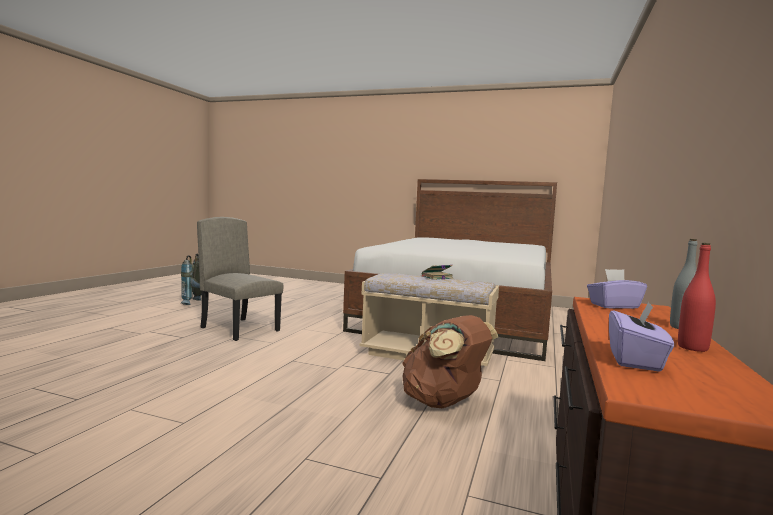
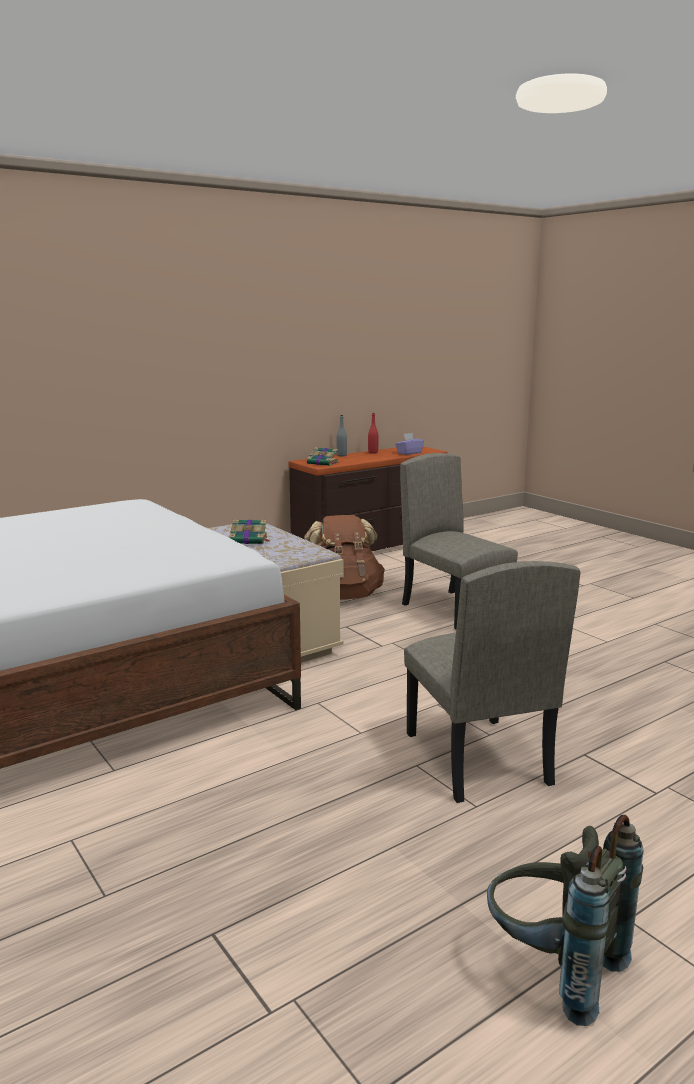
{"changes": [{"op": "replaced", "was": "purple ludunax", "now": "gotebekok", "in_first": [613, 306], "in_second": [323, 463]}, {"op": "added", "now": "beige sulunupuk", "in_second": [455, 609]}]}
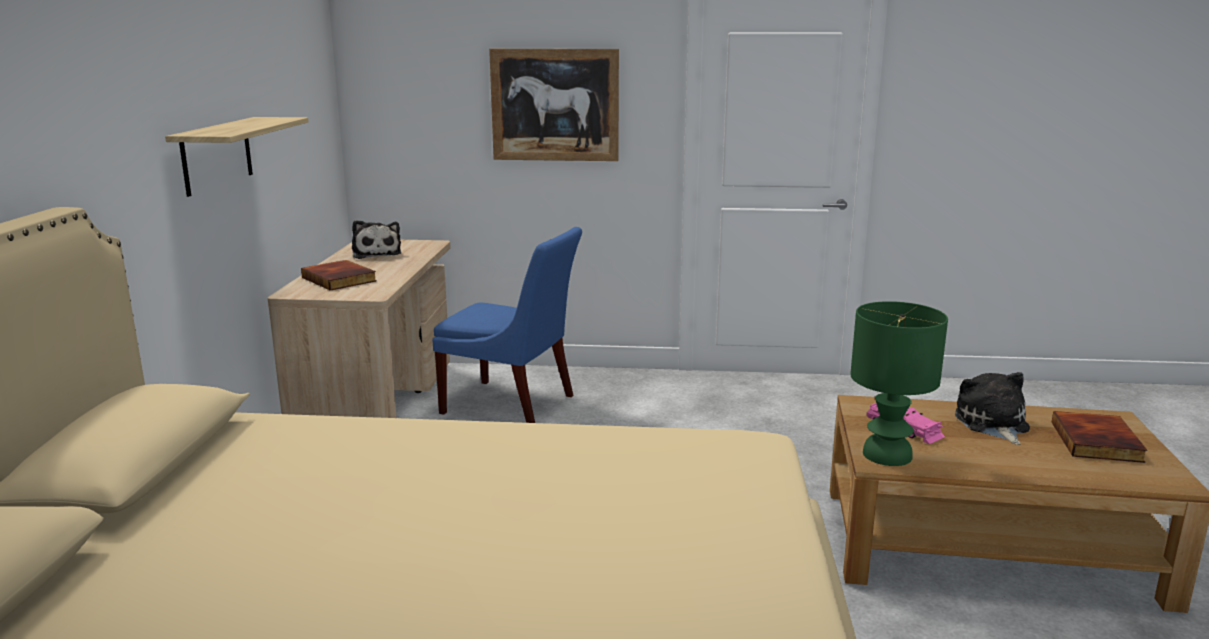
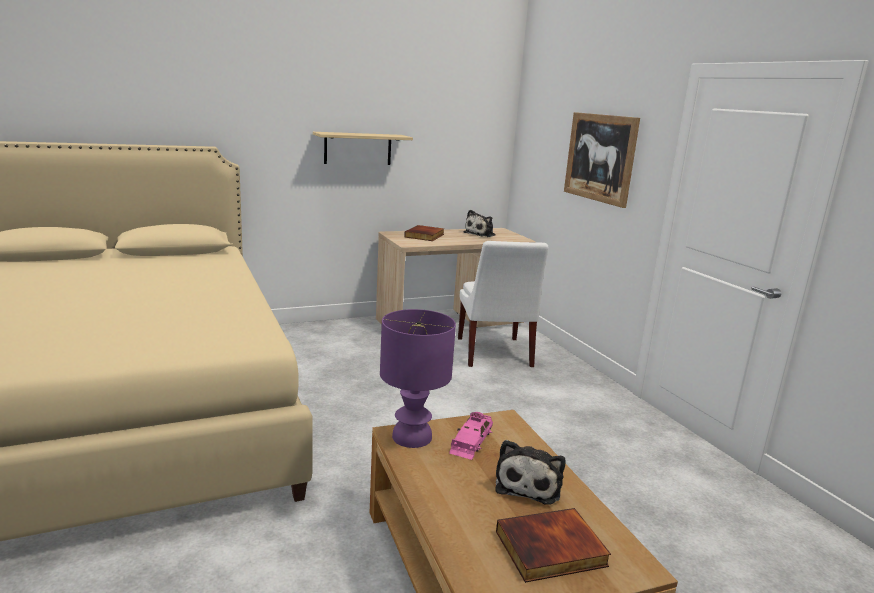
{"changes": [{"op": "recoloured", "was": "blue sulunupuk", "now": "white sulunupuk", "in_first": [513, 406], "in_second": [494, 353]}, {"op": "recoloured", "was": "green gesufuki", "now": "purple gesufuki", "in_first": [885, 455], "in_second": [411, 436]}, {"op": "turned", "was": "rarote", "in_first": [992, 424], "in_second": [529, 484], "clockwise": 135}]}
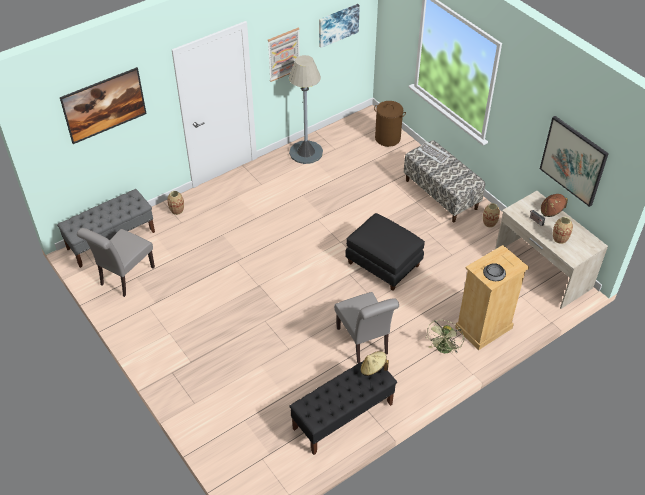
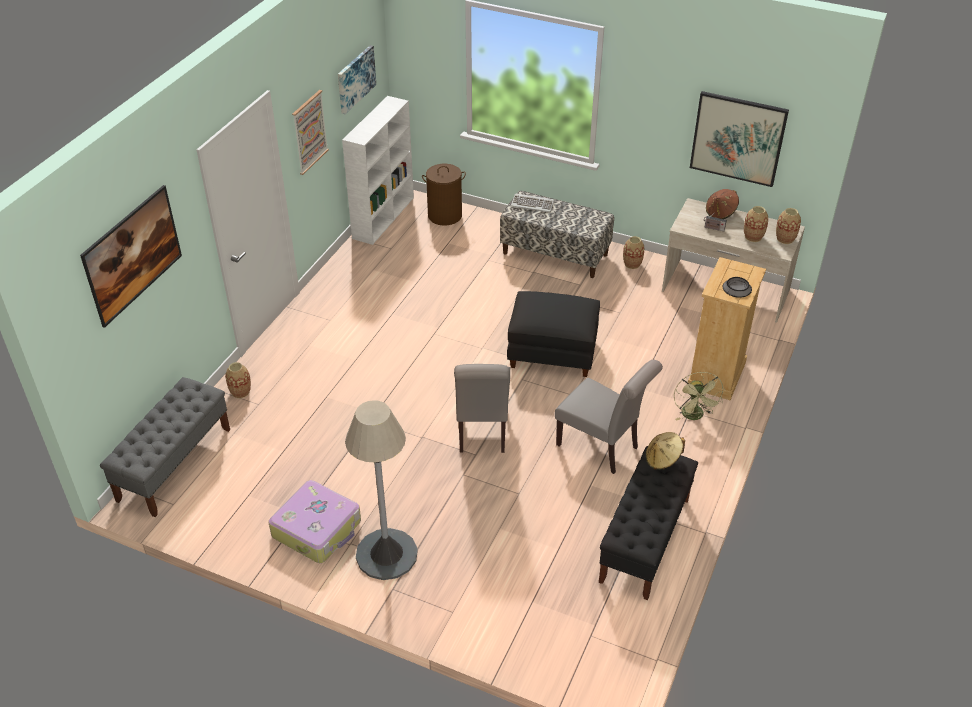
{"changes": [{"op": "moved", "was": "grey sulunupuk", "in_first": [124, 278], "in_second": [482, 432]}, {"op": "moved", "was": "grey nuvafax", "in_first": [306, 152], "in_second": [387, 554]}, {"op": "added", "now": "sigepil", "in_second": [318, 529]}, {"op": "added", "now": "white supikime", "in_second": [384, 217]}, {"op": "added", "now": "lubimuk", "in_second": [785, 239]}]}
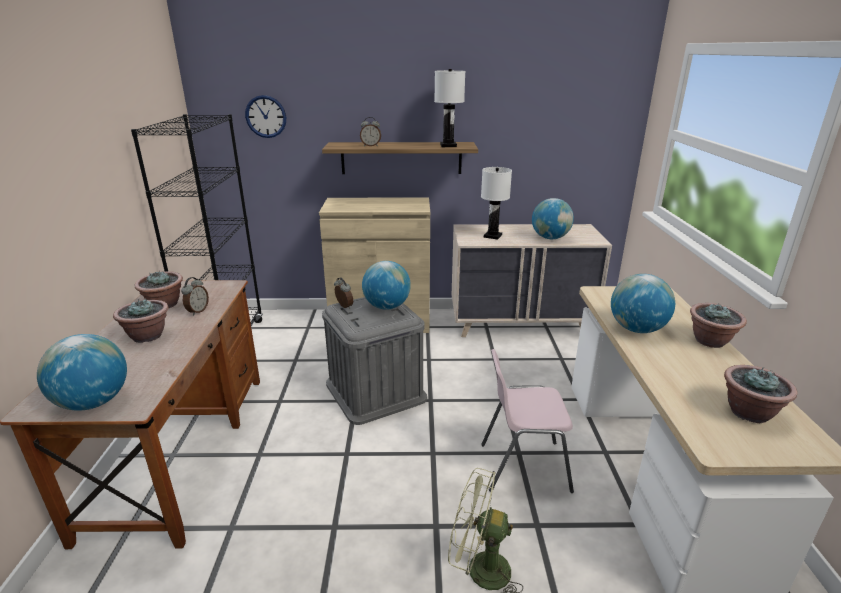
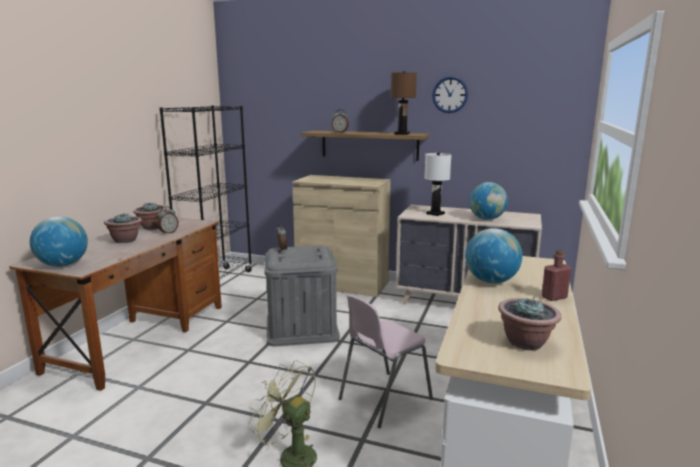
{"changes": [{"op": "moved", "was": "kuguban", "in_first": [266, 116], "in_second": [450, 95]}, {"op": "removed", "was": "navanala", "in_first": [386, 307]}, {"op": "recoloured", "was": "white gesufuki", "now": "brown gesufuki", "in_first": [448, 145], "in_second": [401, 134]}, {"op": "turned", "was": "pink sulunupuk", "in_first": [523, 466], "in_second": [383, 399], "clockwise": -60}, {"op": "replaced", "was": "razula", "now": "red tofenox", "in_first": [710, 341], "in_second": [554, 297]}]}
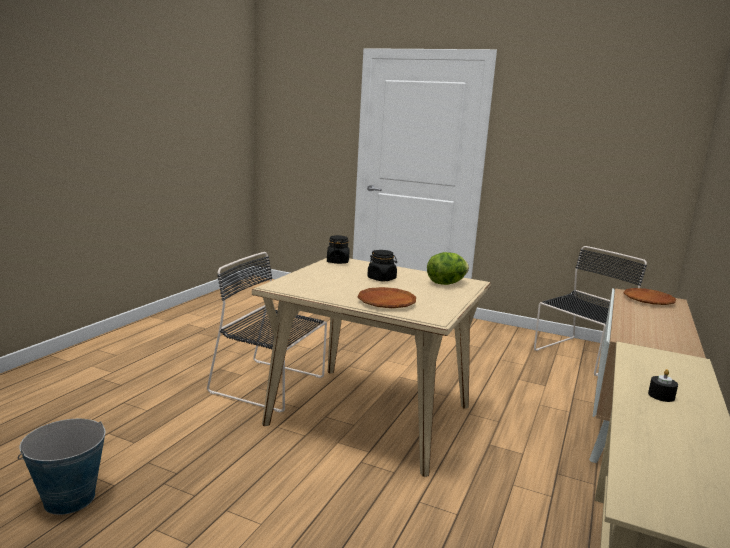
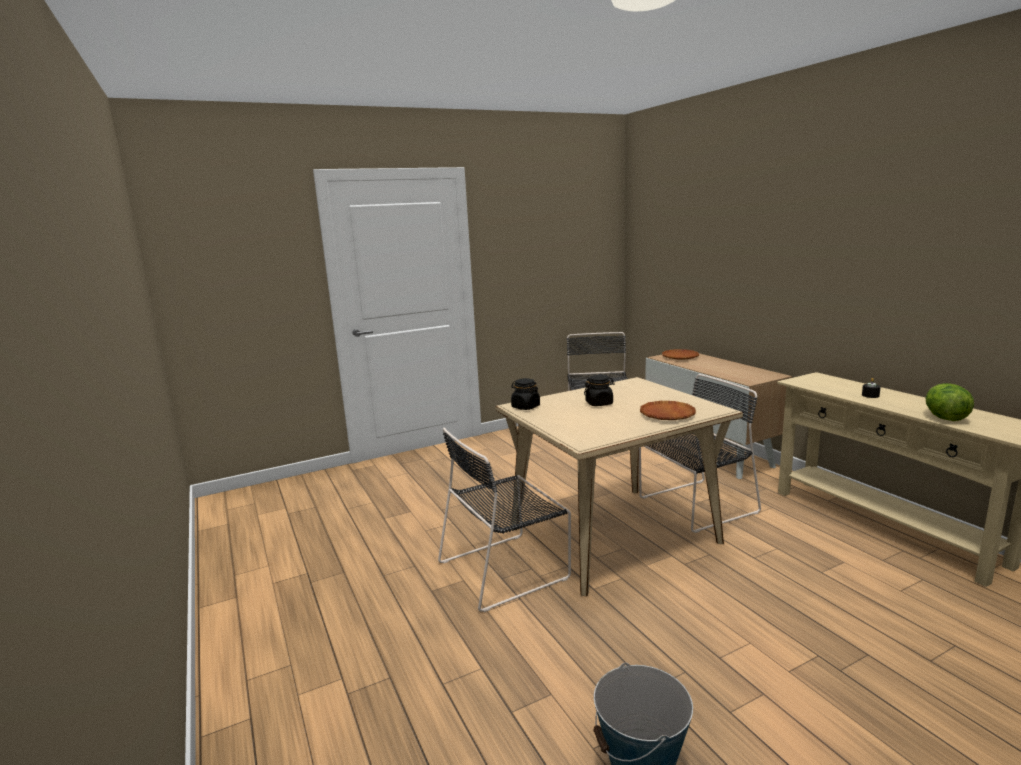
{"changes": [{"op": "moved", "was": "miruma", "in_first": [446, 283], "in_second": [944, 418]}, {"op": "added", "now": "black sulunupuk", "in_second": [694, 506]}]}
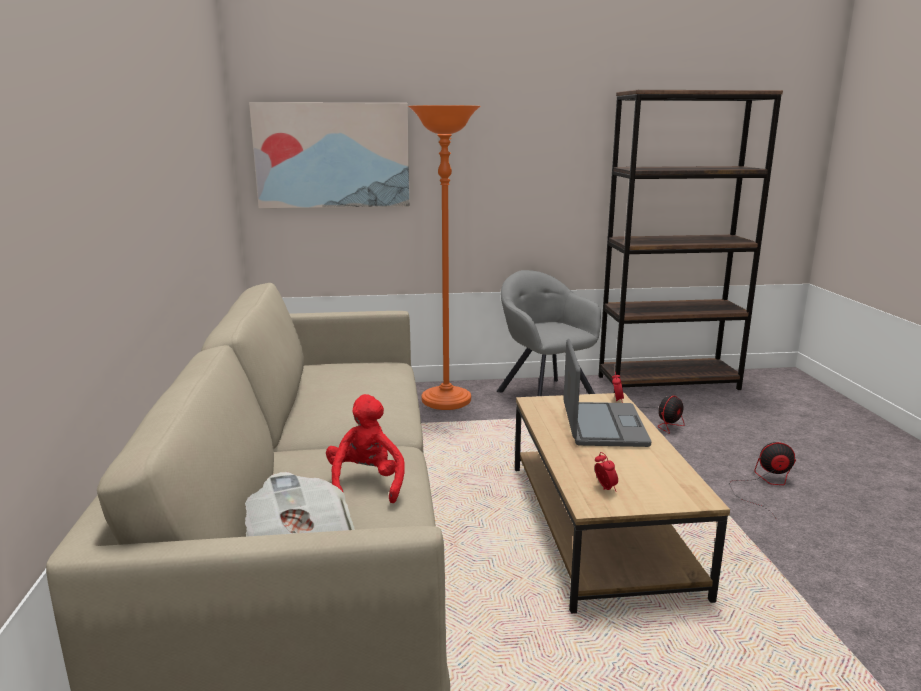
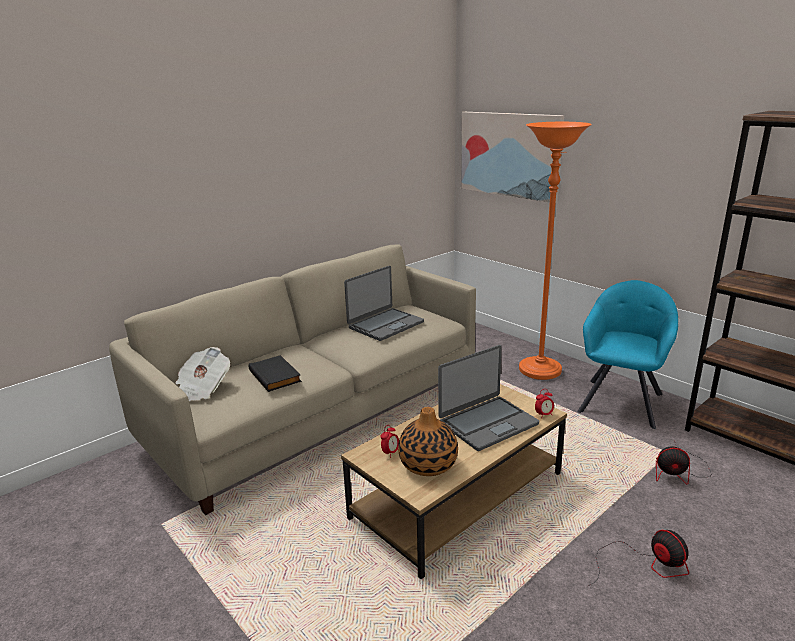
{"changes": [{"op": "replaced", "was": "red rarote", "now": "black gotebekok", "in_first": [366, 483], "in_second": [276, 376]}, {"op": "recoloured", "was": "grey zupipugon", "now": "turquoise zupipugon", "in_first": [544, 395], "in_second": [621, 400]}, {"op": "added", "now": "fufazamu", "in_second": [385, 325]}, {"op": "added", "now": "lubimuk", "in_second": [428, 464]}]}
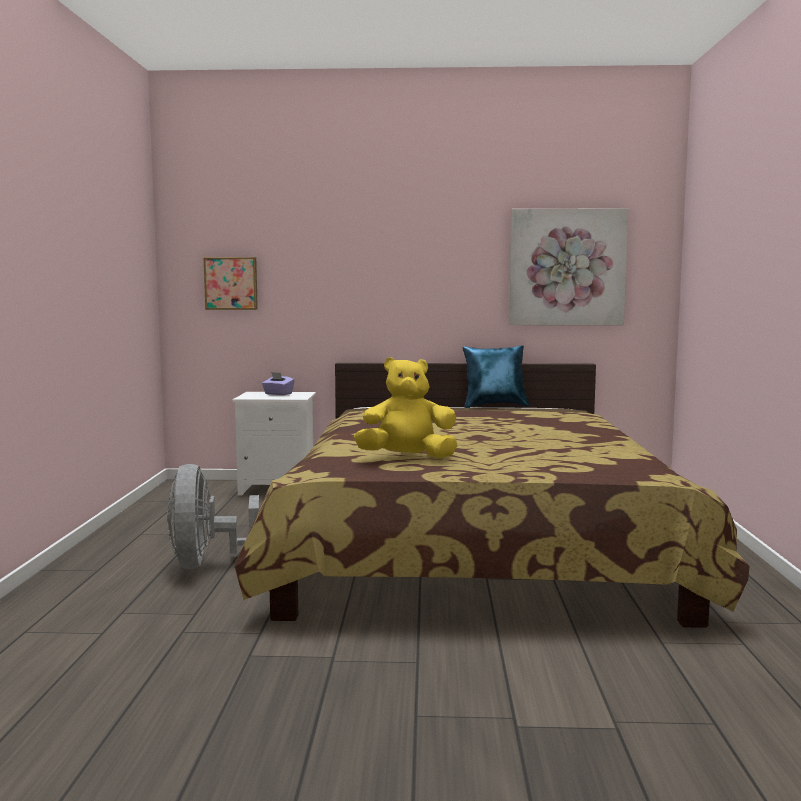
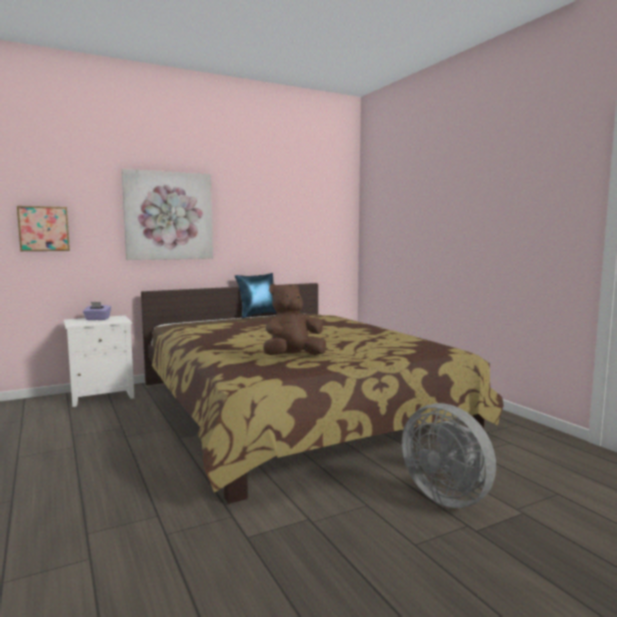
{"changes": [{"op": "moved", "was": "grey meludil", "in_first": [206, 563], "in_second": [448, 496]}, {"op": "recoloured", "was": "yellow rarote", "now": "brown rarote", "in_first": [407, 458], "in_second": [293, 357]}, {"op": "moved", "was": "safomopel", "in_first": [567, 267], "in_second": [169, 216]}]}
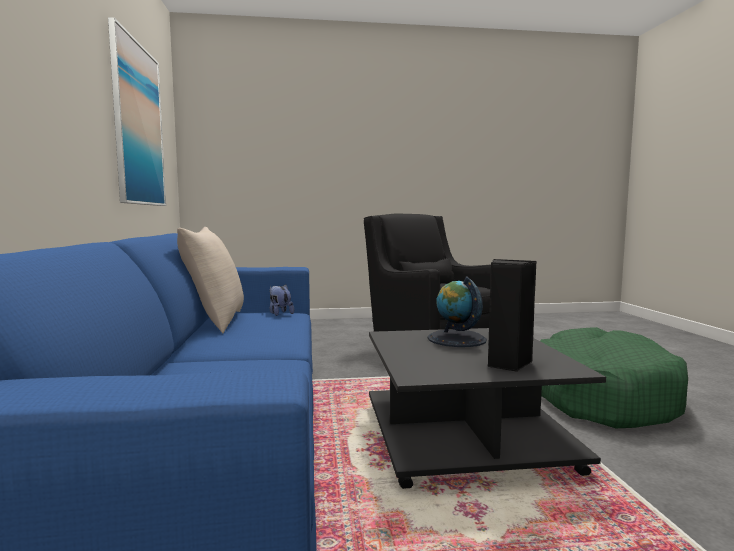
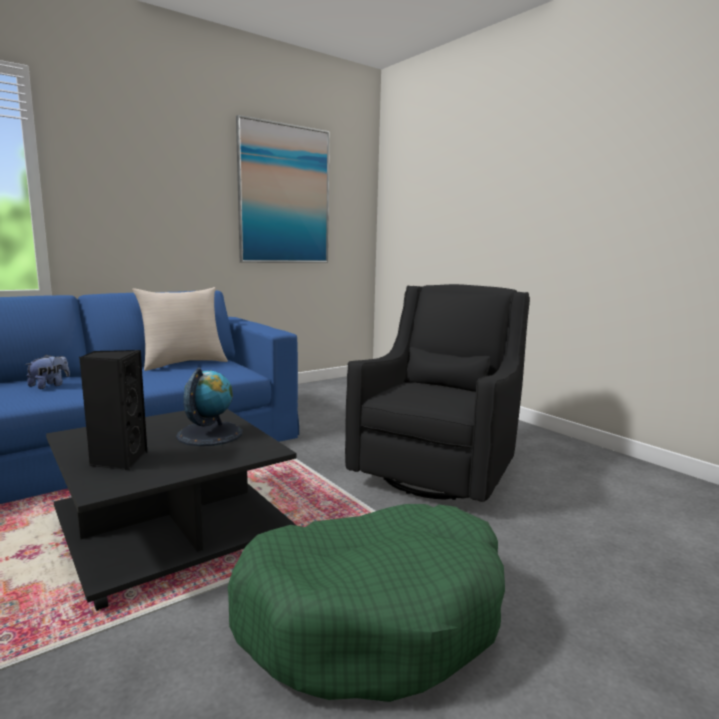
{"changes": [{"op": "moved", "was": "rarote", "in_first": [279, 313], "in_second": [49, 385]}]}
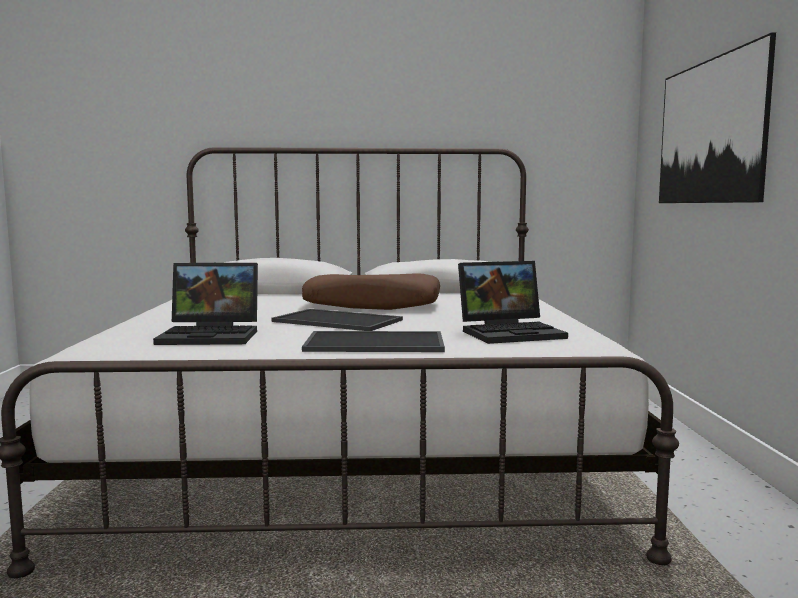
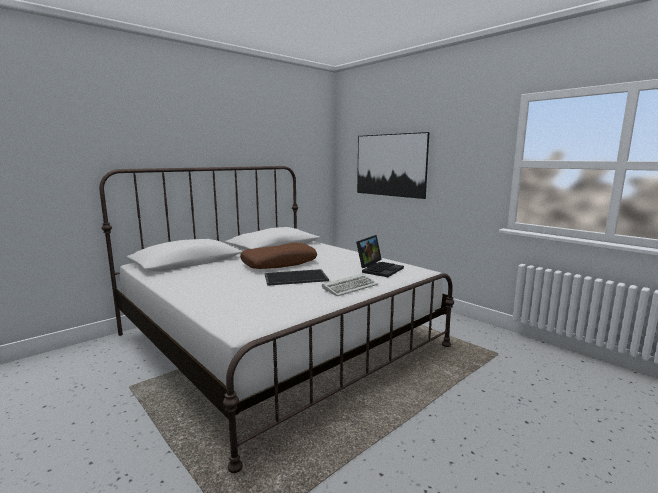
{"changes": [{"op": "removed", "was": "fufazamu", "in_first": [213, 335]}, {"op": "replaced", "was": "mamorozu", "now": "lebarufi", "in_first": [376, 342], "in_second": [350, 287]}]}
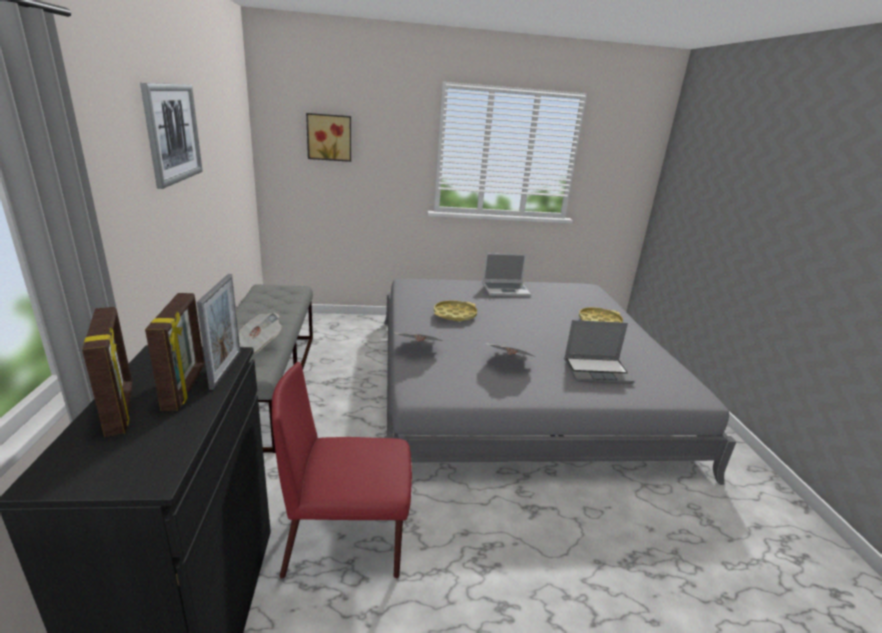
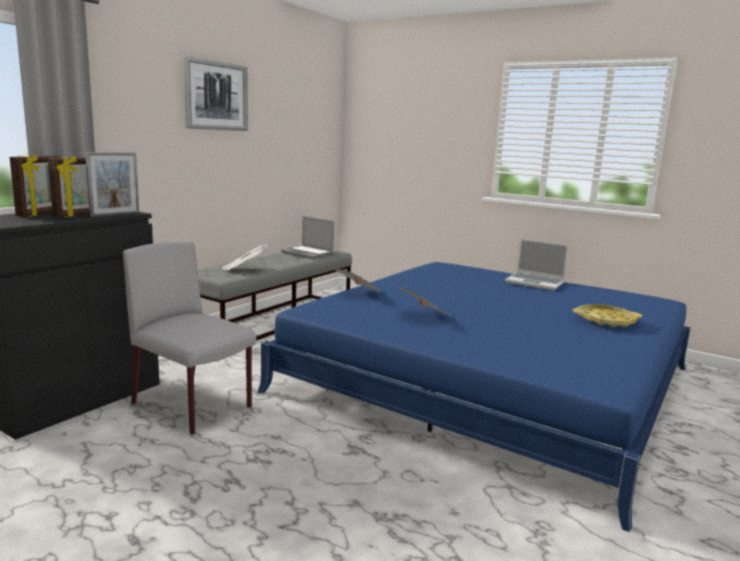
{"changes": [{"op": "recoloured", "was": "red sulunupuk", "now": "grey sulunupuk", "in_first": [348, 541], "in_second": [193, 406]}, {"op": "removed", "was": "safomopel", "in_first": [329, 137]}, {"op": "recoloured", "was": "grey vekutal", "now": "blue vekutal", "in_first": [515, 385], "in_second": [490, 379]}, {"op": "removed", "was": "yellow mamorozu", "in_first": [454, 315]}, {"op": "moved", "was": "fufazamu", "in_first": [597, 371], "in_second": [308, 253]}]}
